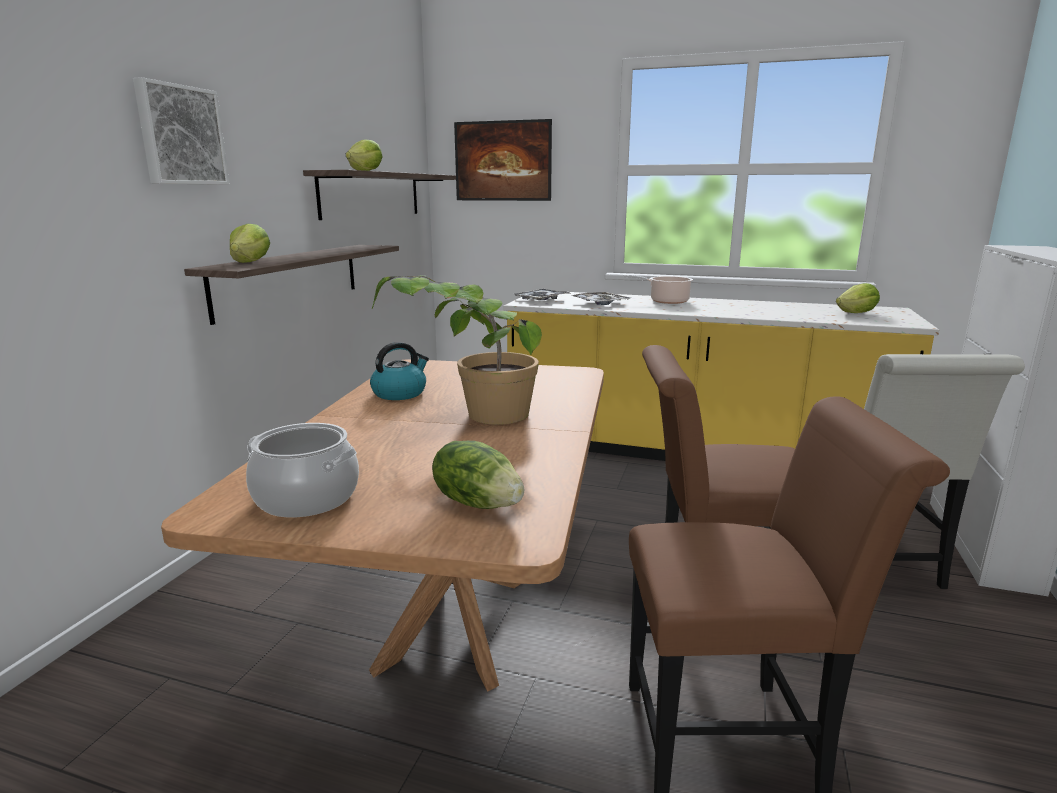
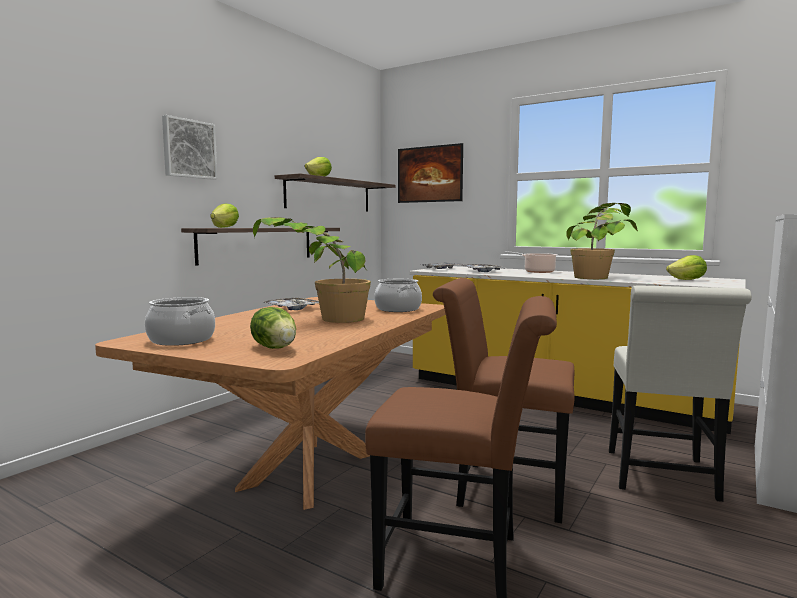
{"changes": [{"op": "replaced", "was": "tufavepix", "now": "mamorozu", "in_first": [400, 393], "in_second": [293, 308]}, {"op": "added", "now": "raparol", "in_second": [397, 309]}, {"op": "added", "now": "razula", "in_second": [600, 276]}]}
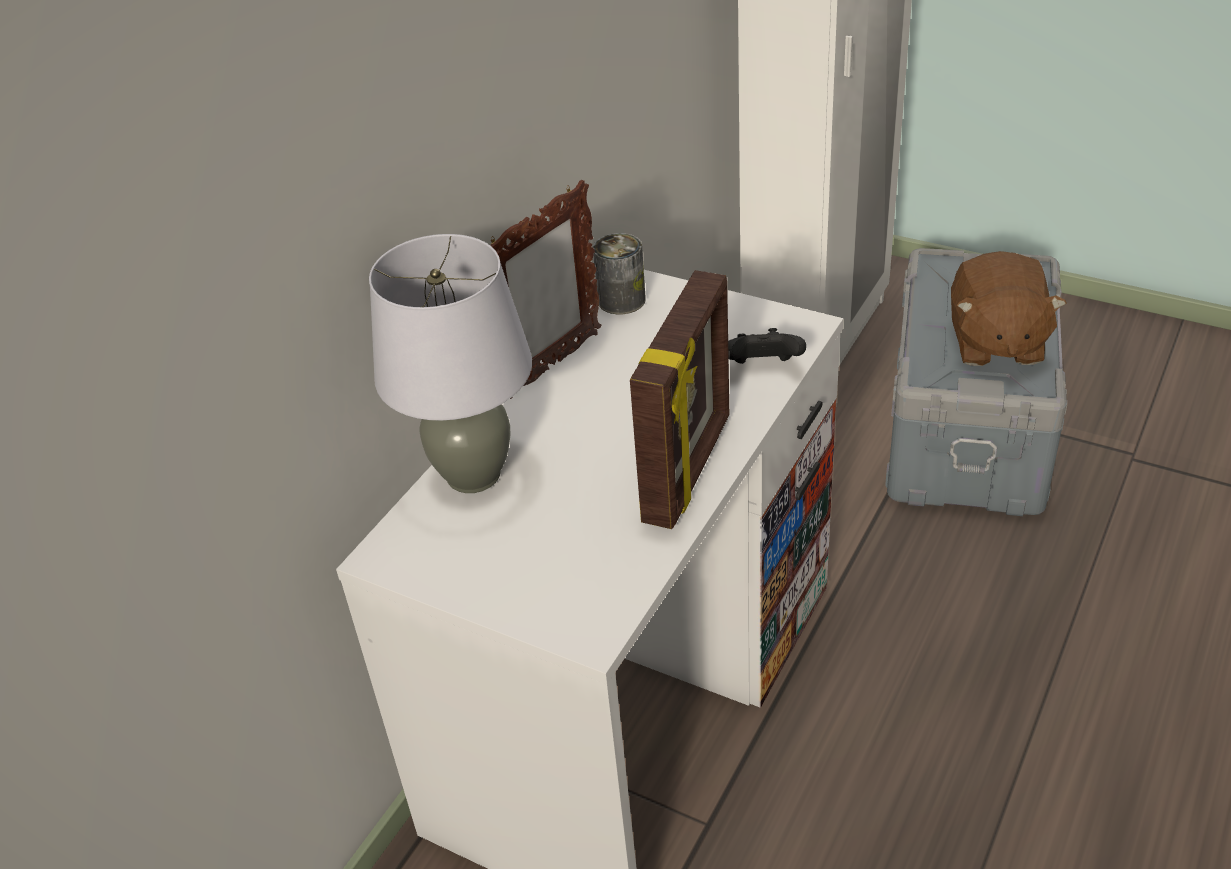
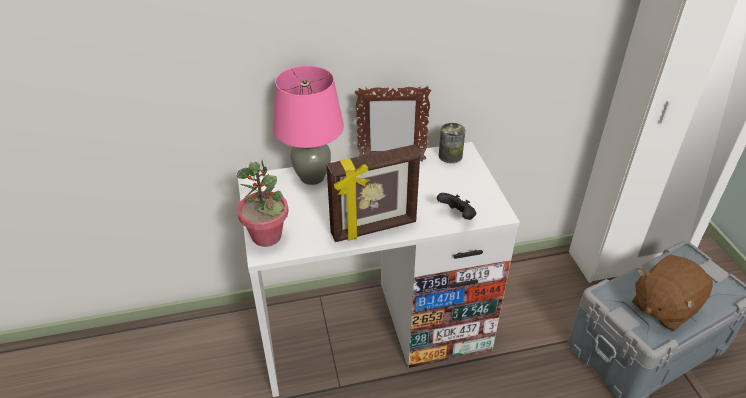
{"changes": [{"op": "recoloured", "was": "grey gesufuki", "now": "pink gesufuki", "in_first": [473, 474], "in_second": [312, 177]}, {"op": "added", "now": "razula", "in_second": [267, 236]}]}
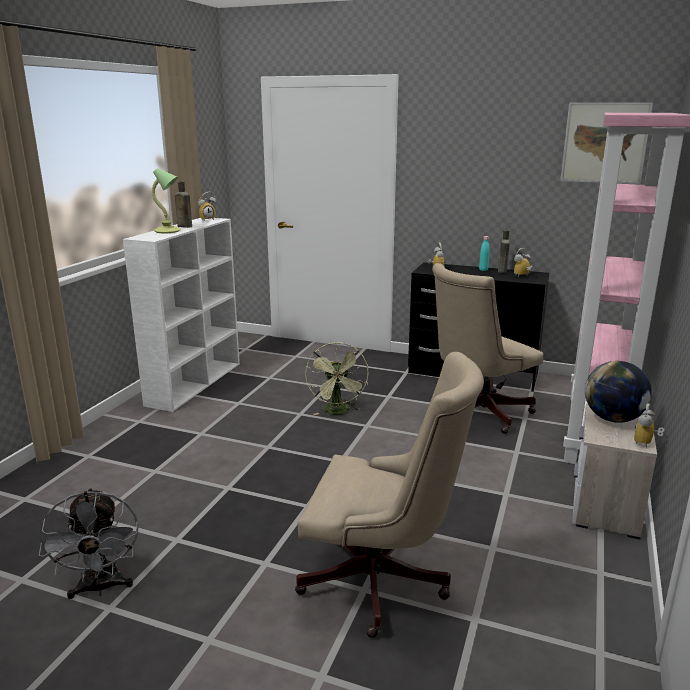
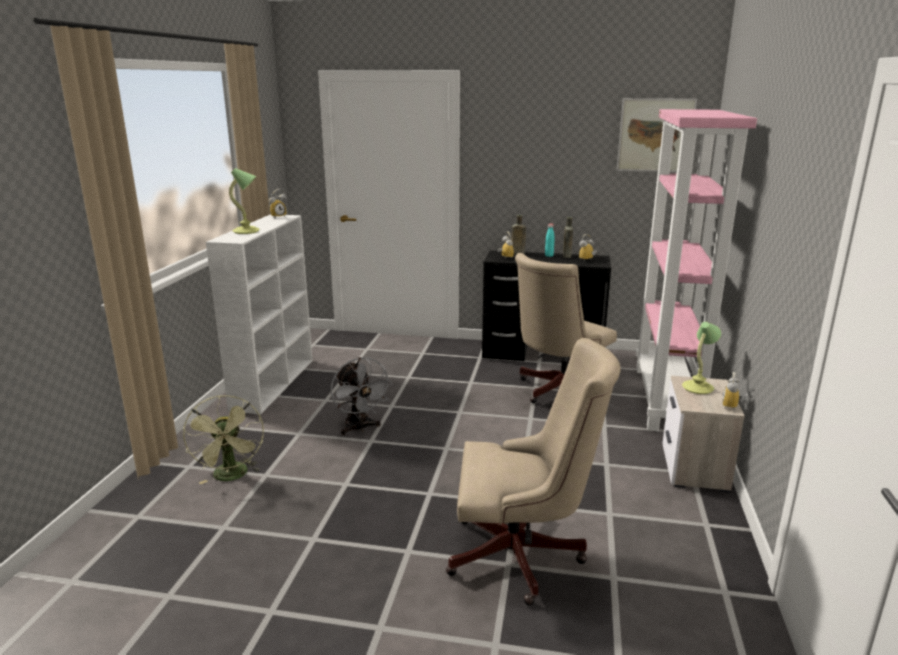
{"changes": [{"op": "moved", "was": "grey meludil", "in_first": [101, 588], "in_second": [360, 428]}, {"op": "moved", "was": "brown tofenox", "in_first": [184, 226], "in_second": [516, 253]}, {"op": "moved", "was": "green meludil", "in_first": [338, 412], "in_second": [232, 477]}, {"op": "replaced", "was": "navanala", "now": "gesufuki", "in_first": [613, 419], "in_second": [698, 387]}]}
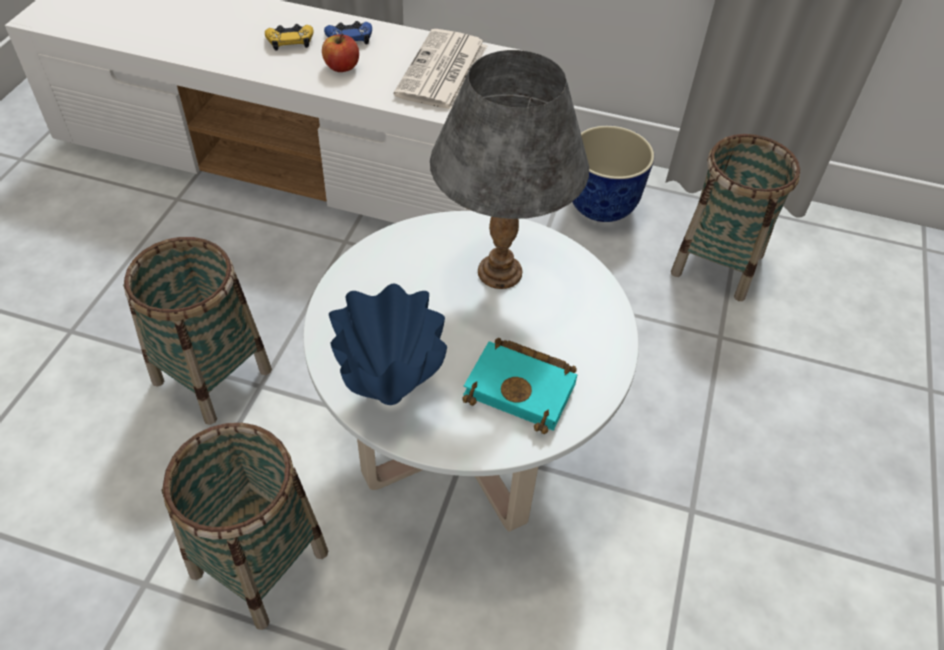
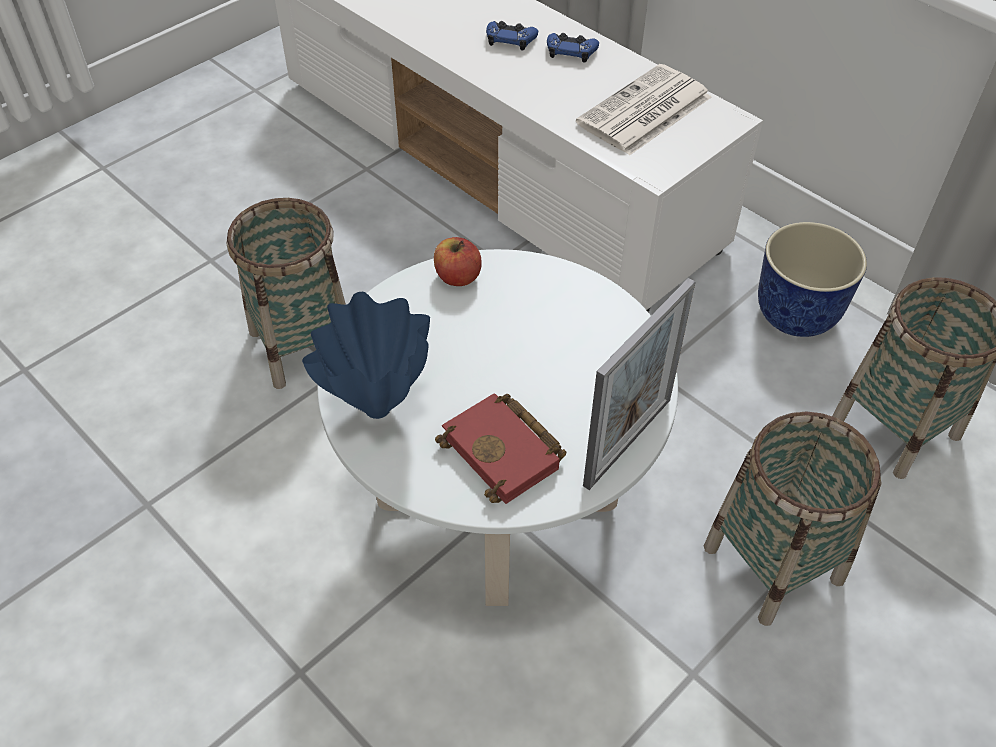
{"changes": [{"op": "moved", "was": "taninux", "in_first": [260, 563], "in_second": [773, 564]}, {"op": "recoloured", "was": "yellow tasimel", "now": "blue tasimel", "in_first": [290, 40], "in_second": [510, 39]}, {"op": "moved", "was": "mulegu", "in_first": [341, 67], "in_second": [457, 277]}, {"op": "removed", "was": "grey gesufuki", "in_first": [500, 273]}, {"op": "recoloured", "was": "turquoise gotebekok", "now": "red gotebekok", "in_first": [523, 388], "in_second": [506, 453]}, {"op": "added", "now": "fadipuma", "in_second": [628, 442]}]}
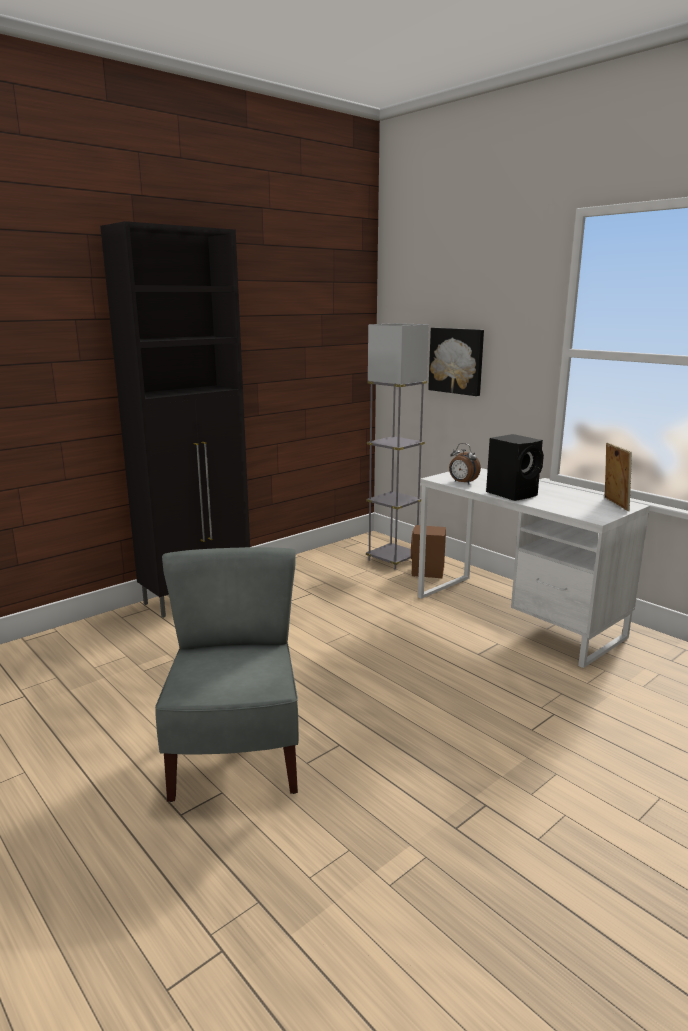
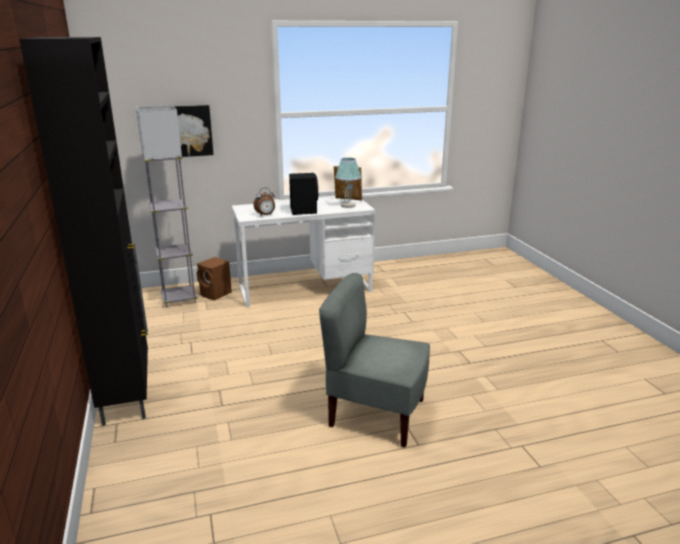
{"changes": [{"op": "added", "now": "gesufuki", "in_second": [348, 205]}]}
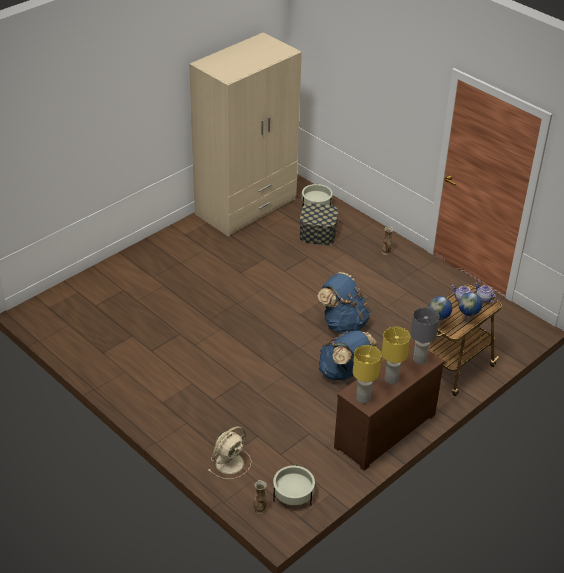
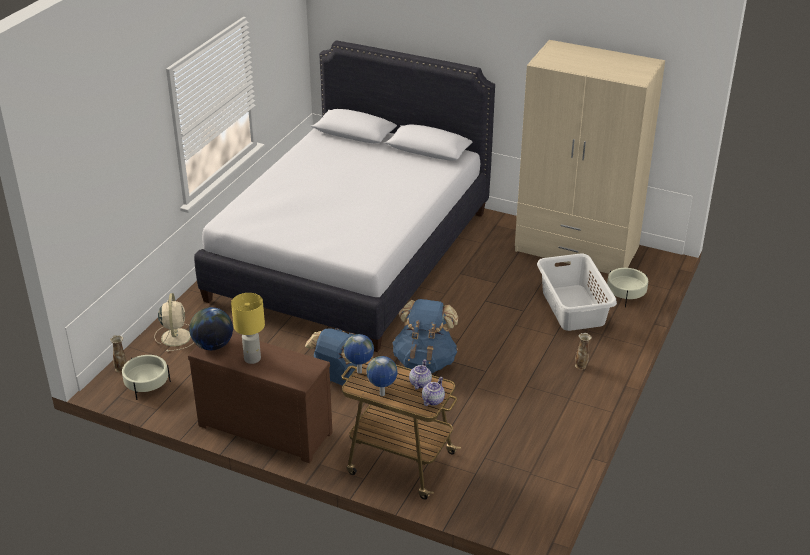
{"changes": [{"op": "turned", "was": "beige meludil", "in_first": [230, 462], "in_second": [176, 336], "clockwise": -120}, {"op": "replaced", "was": "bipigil", "now": "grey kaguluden", "in_first": [318, 233], "in_second": [572, 308]}, {"op": "replaced", "was": "yellow gesufuki", "now": "navanala", "in_first": [363, 398], "in_second": [213, 345]}, {"op": "removed", "was": "grey gesufuki", "in_first": [419, 360]}, {"op": "added", "now": "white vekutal", "in_second": [351, 254]}]}
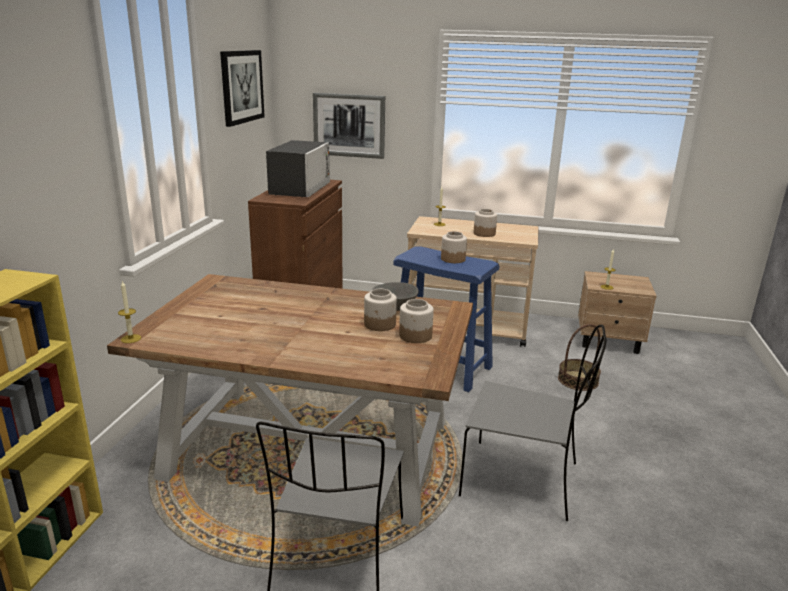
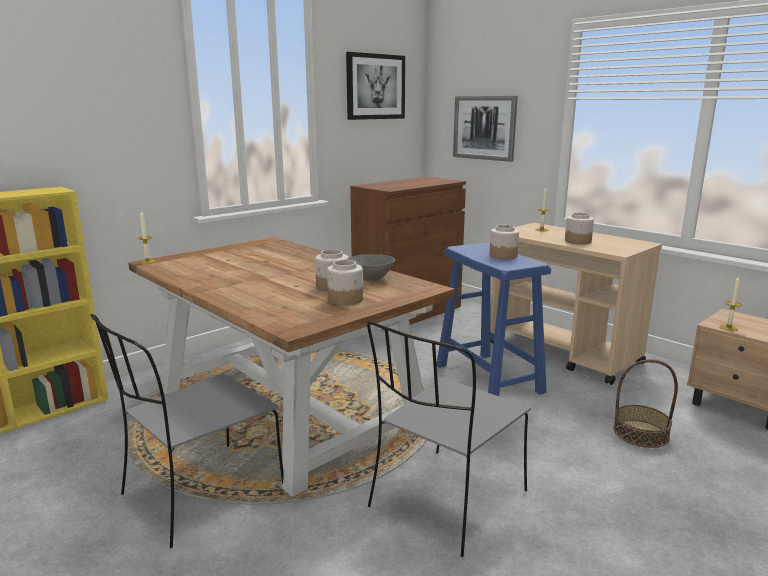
{"changes": [{"op": "removed", "was": "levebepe", "in_first": [300, 189]}, {"op": "turned", "was": "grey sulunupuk", "in_first": [523, 480], "in_second": [446, 501], "clockwise": 75}]}
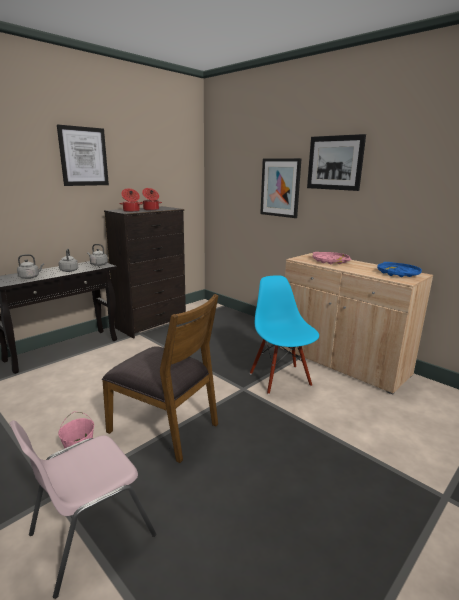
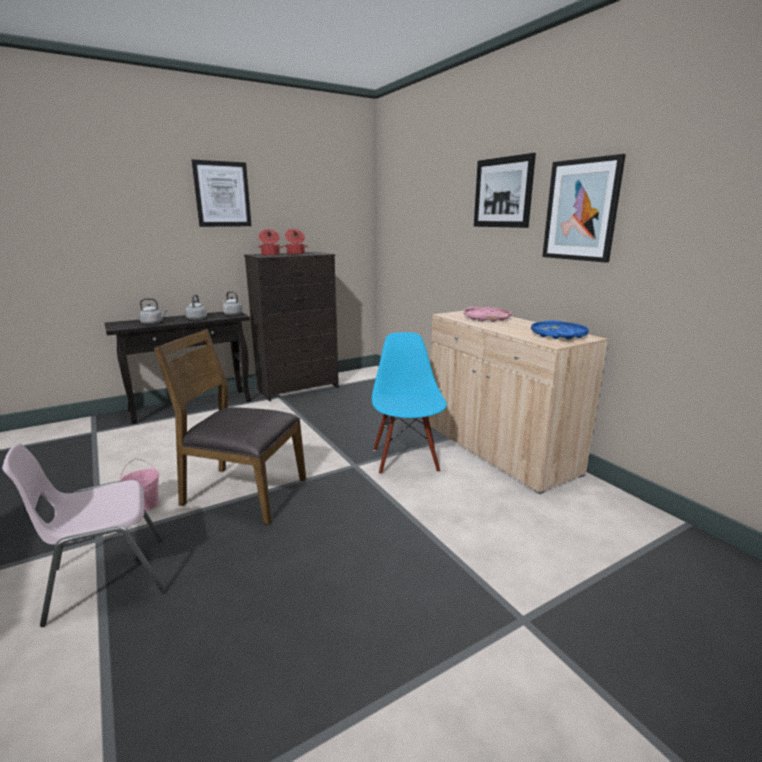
{"changes": [{"op": "turned", "was": "brown sulunupuk", "in_first": [165, 427], "in_second": [243, 492], "clockwise": 150}, {"op": "moved", "was": "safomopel", "in_first": [280, 187], "in_second": [581, 210]}]}
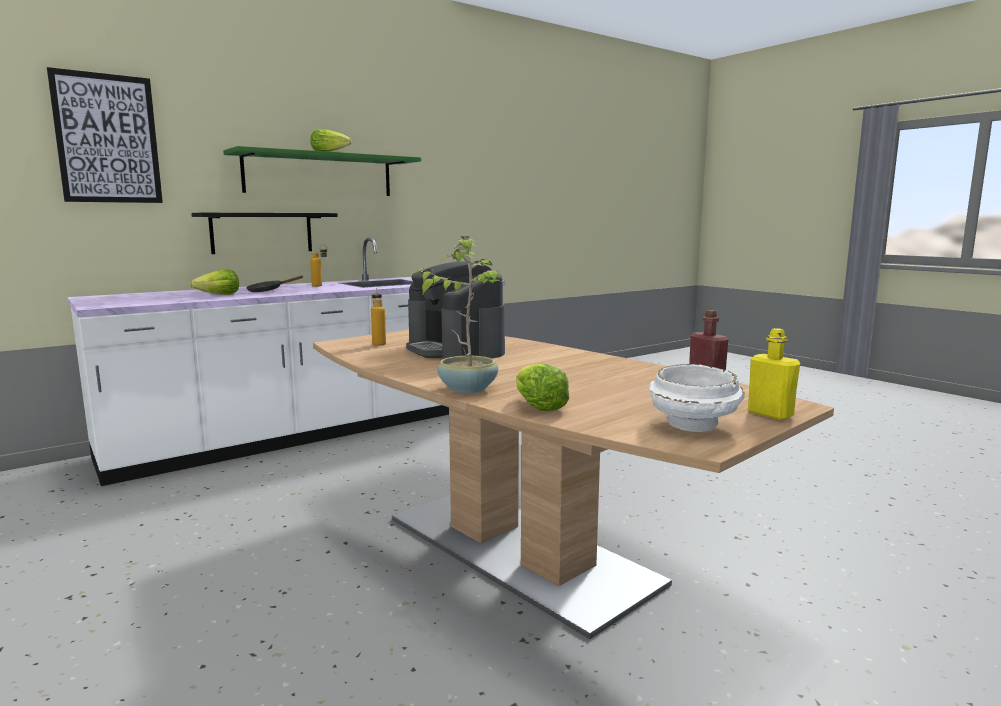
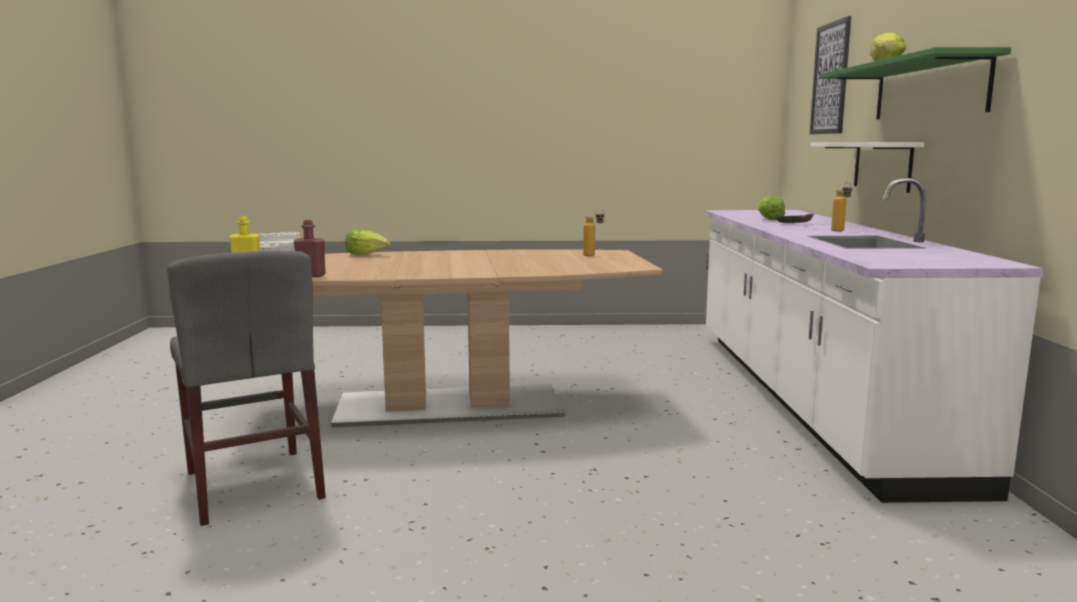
{"changes": [{"op": "recoloured", "was": "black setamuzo", "now": "white setamuzo", "in_first": [262, 232], "in_second": [882, 165]}, {"op": "removed", "was": "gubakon", "in_first": [456, 350]}, {"op": "removed", "was": "razula", "in_first": [467, 388]}, {"op": "added", "now": "grey sulunupuk", "in_second": [253, 484]}]}
